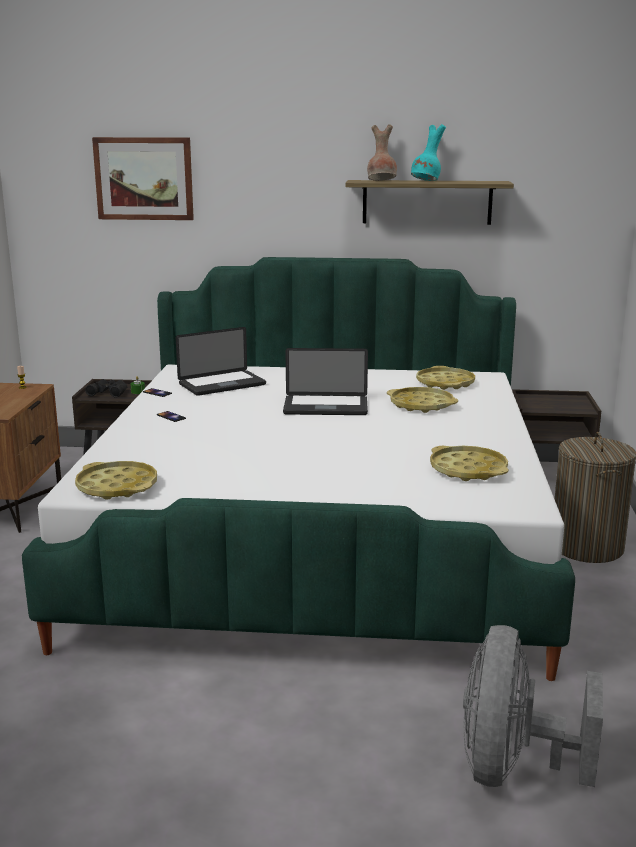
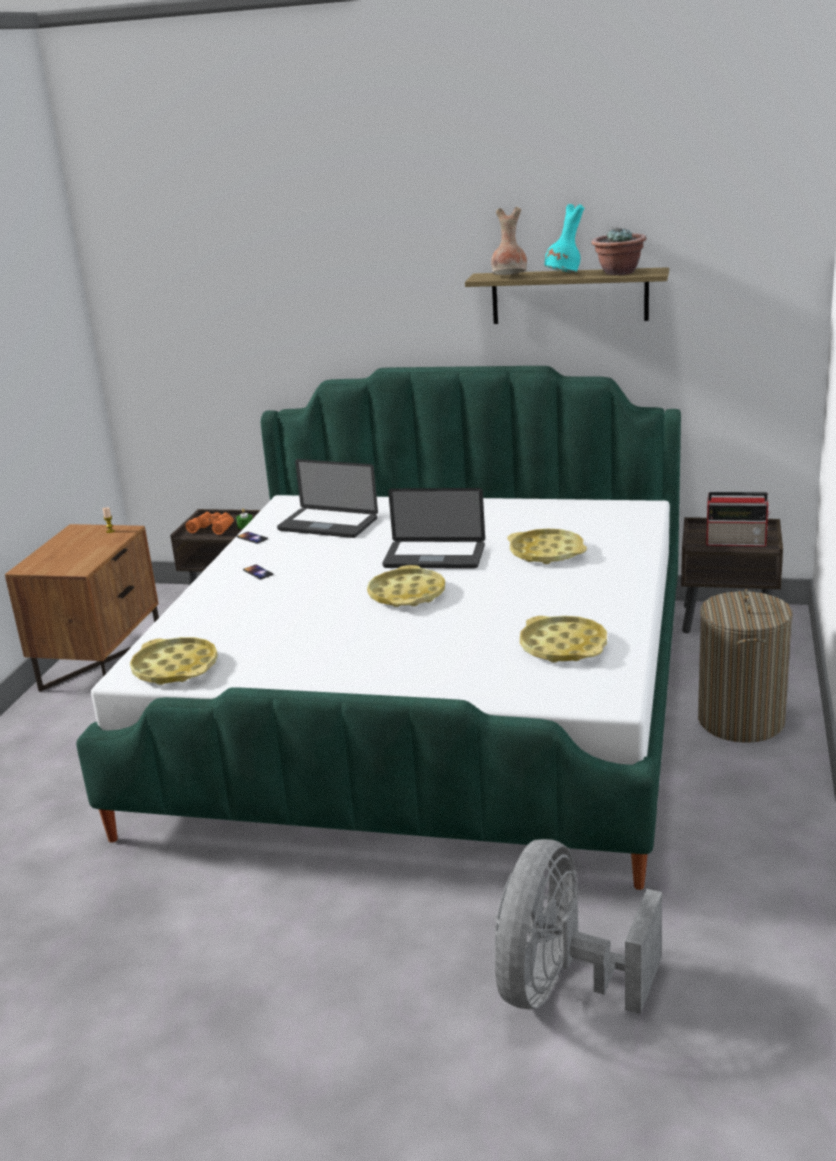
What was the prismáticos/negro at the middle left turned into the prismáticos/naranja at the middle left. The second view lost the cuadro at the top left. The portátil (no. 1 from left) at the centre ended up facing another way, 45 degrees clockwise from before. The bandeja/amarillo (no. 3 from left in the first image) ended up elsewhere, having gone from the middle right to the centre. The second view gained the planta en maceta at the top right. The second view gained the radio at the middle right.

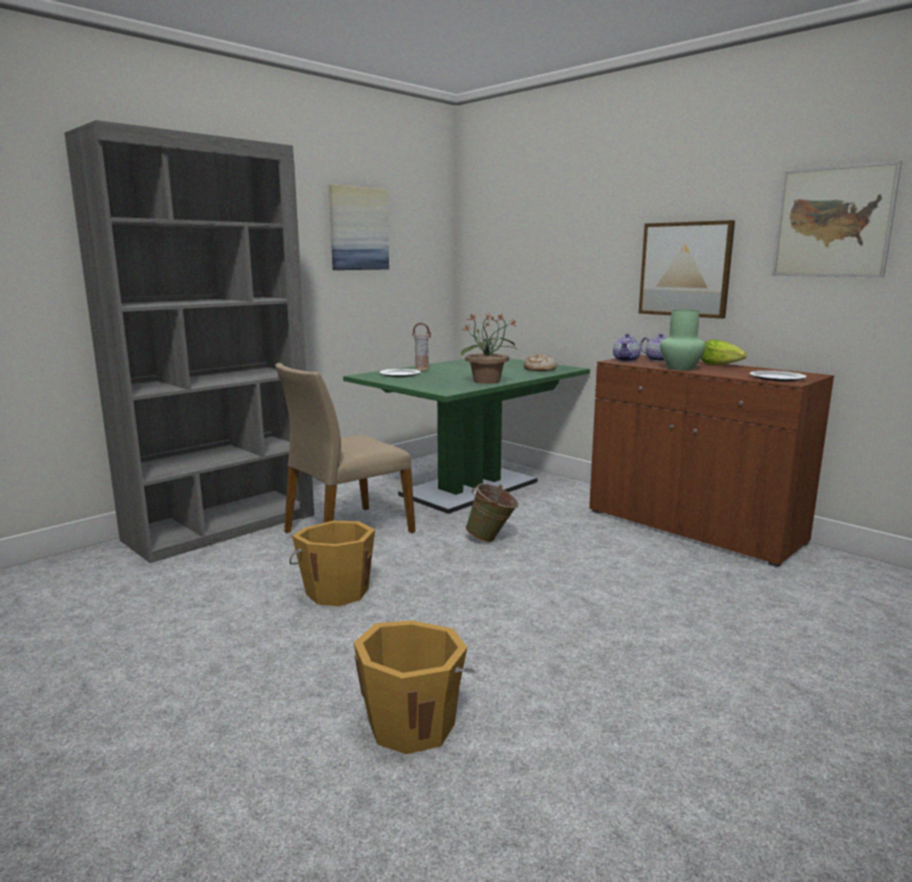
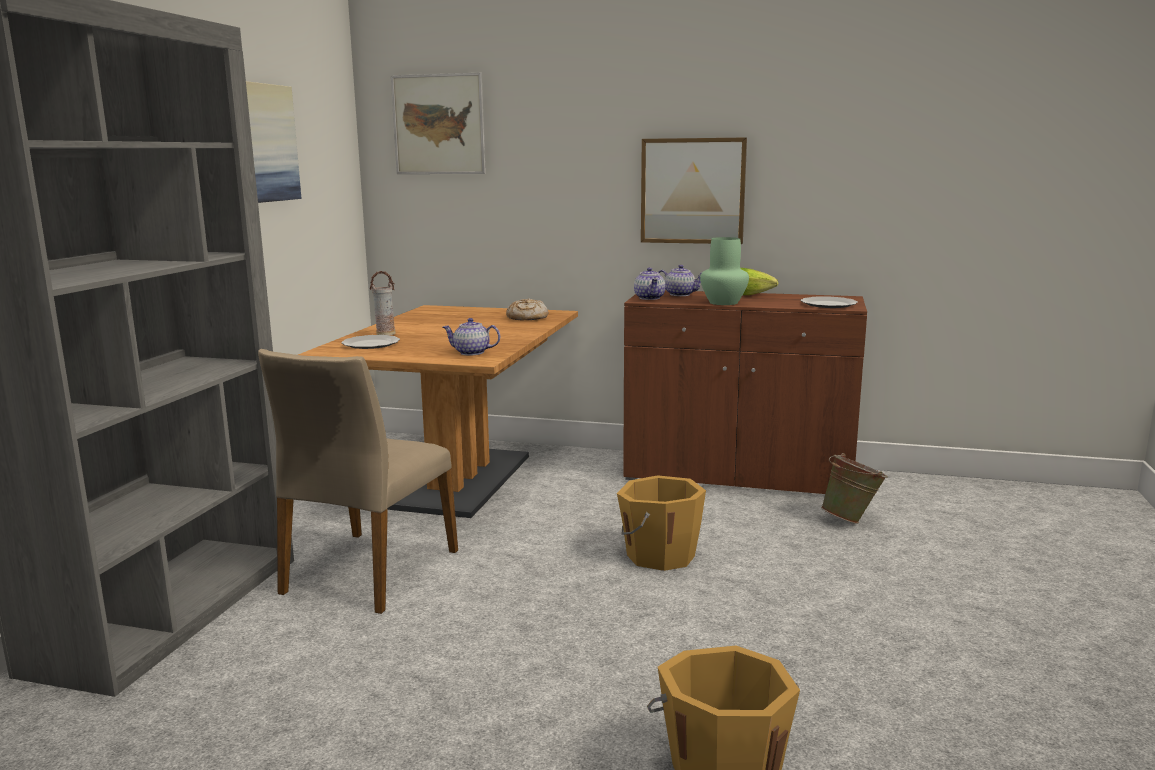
The cubo/naranja (no. 1 from left) ended up elsewhere, having gone from the centre to the bottom centre. What was the mesa de comedor/verde at the centre turned into the mesa de comedor/marrón at the centre. The second view lost the planta en maceta at the centre. The cubo/verde ended up elsewhere, having gone from the centre to the middle right. The cuadro (no. 3 from left in the first image) ended up elsewhere, having gone from the top right to the top centre. The second view gained the tetera (no. 1 from left) at the centre.

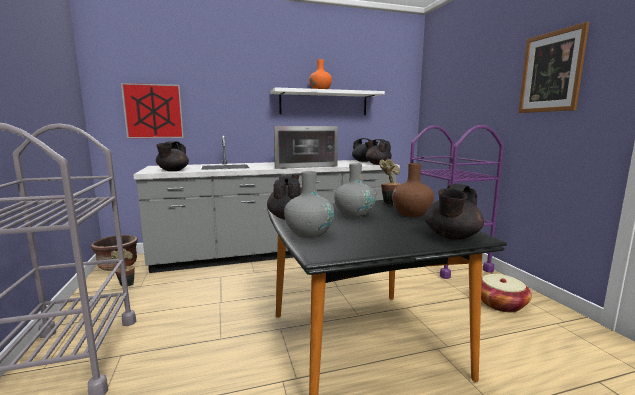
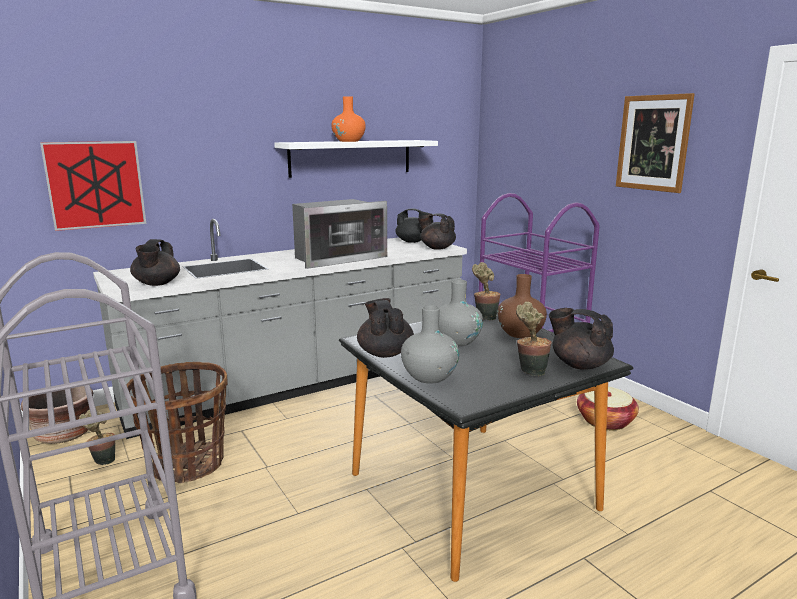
The tetera/negro (no. 5 from left) at the middle right ended up facing another way, 105 degrees clockwise from before. The second view gained the cesta (no. 1 from left) at the bottom left. The second view gained the planta en maceta (no. 3 from left) at the middle right.

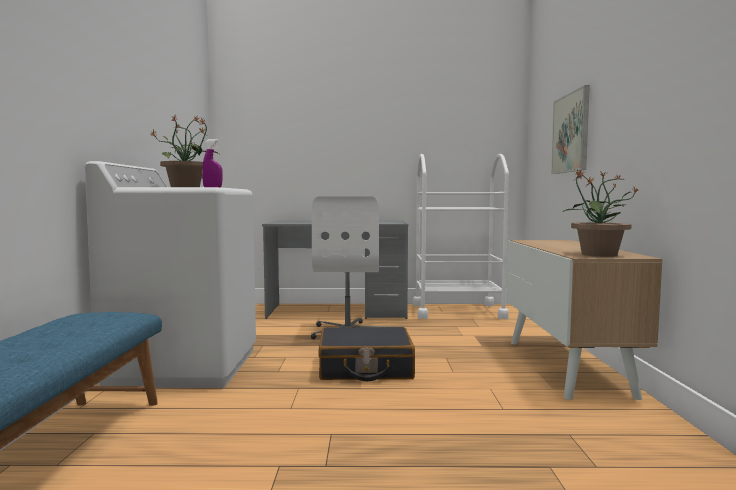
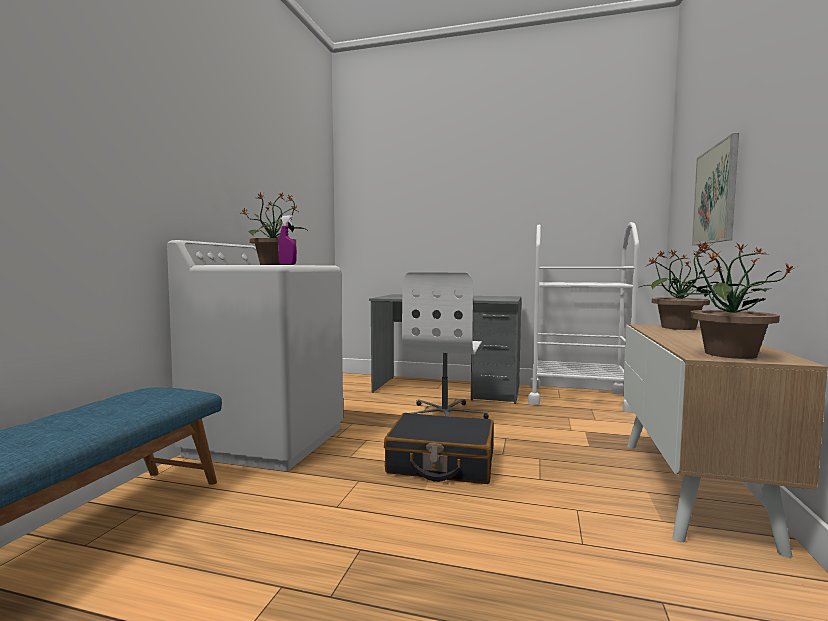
The second view gained the planta en maceta (no. 2 from left) at the middle right.

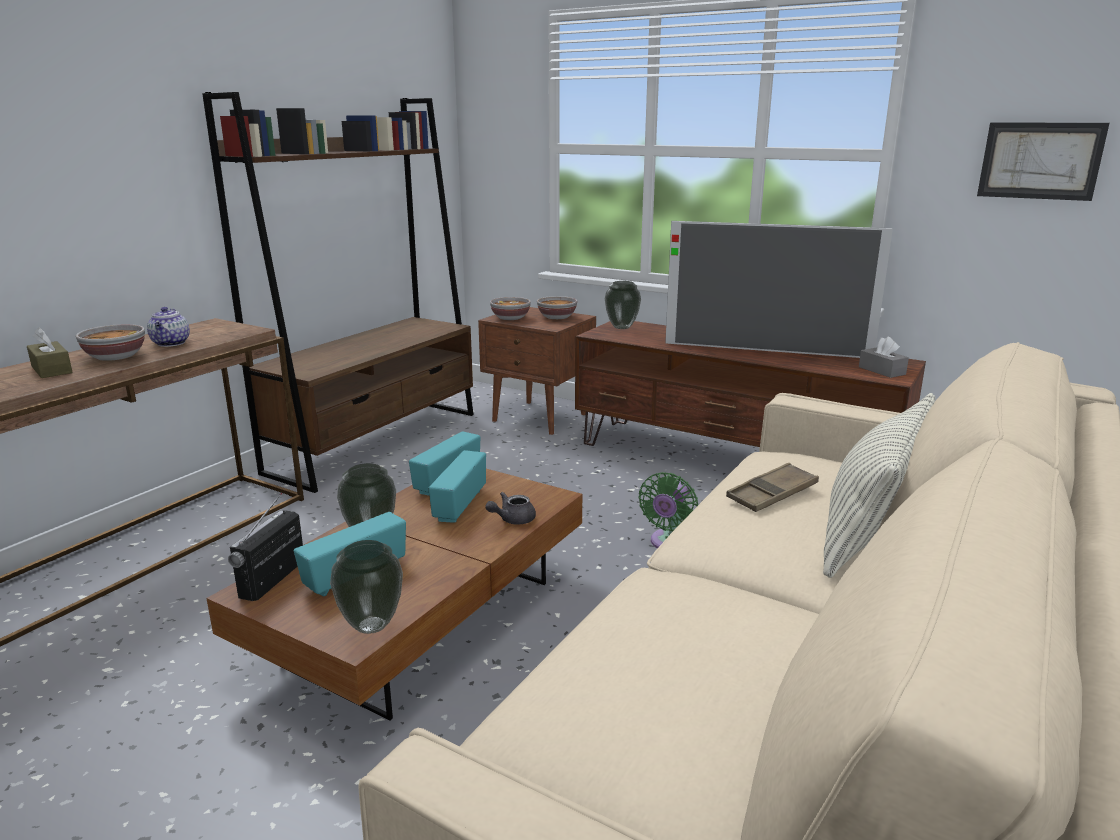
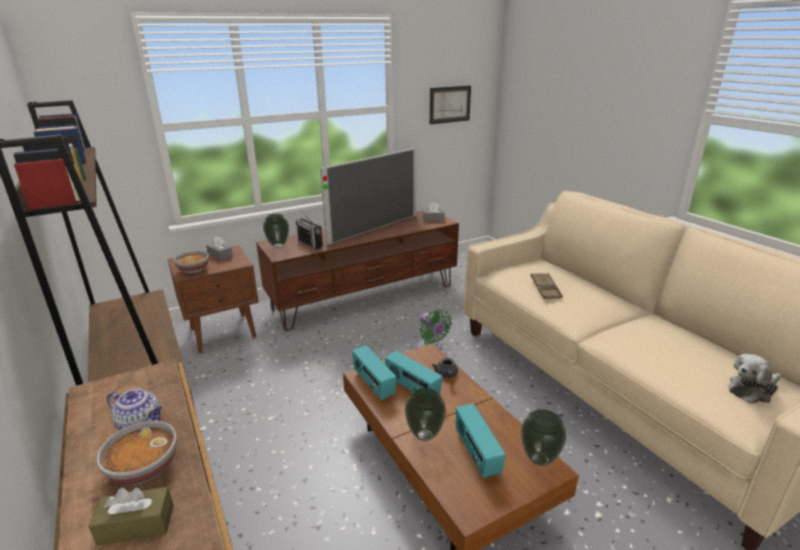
The radio (no. 1 from left) ended up elsewhere, having gone from the middle left to the centre. Where the cuenco (no. 3 from left) stood at the centre, the caja de pañuelos/gris (no. 1 from left) came to stand at the middle left. The second view lost the cojín at the middle right. The second view gained the peluche at the bottom right.

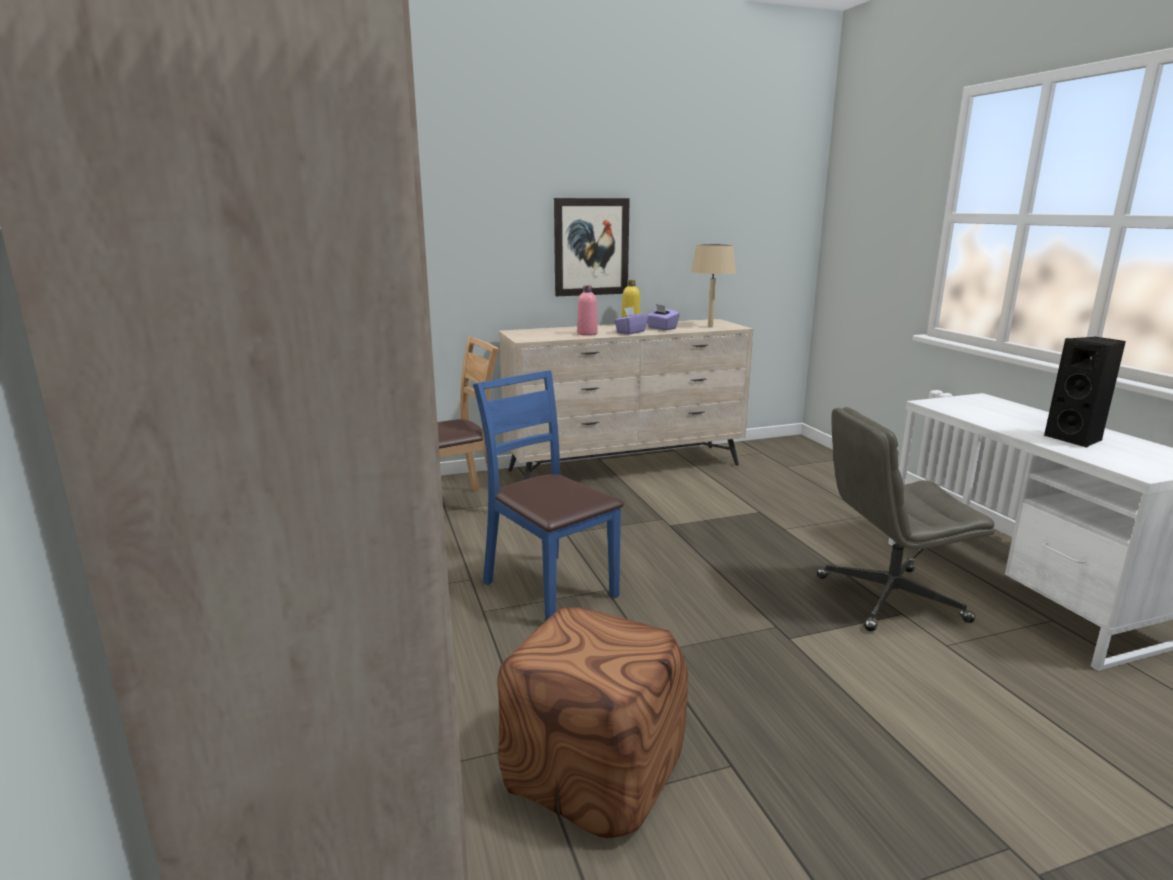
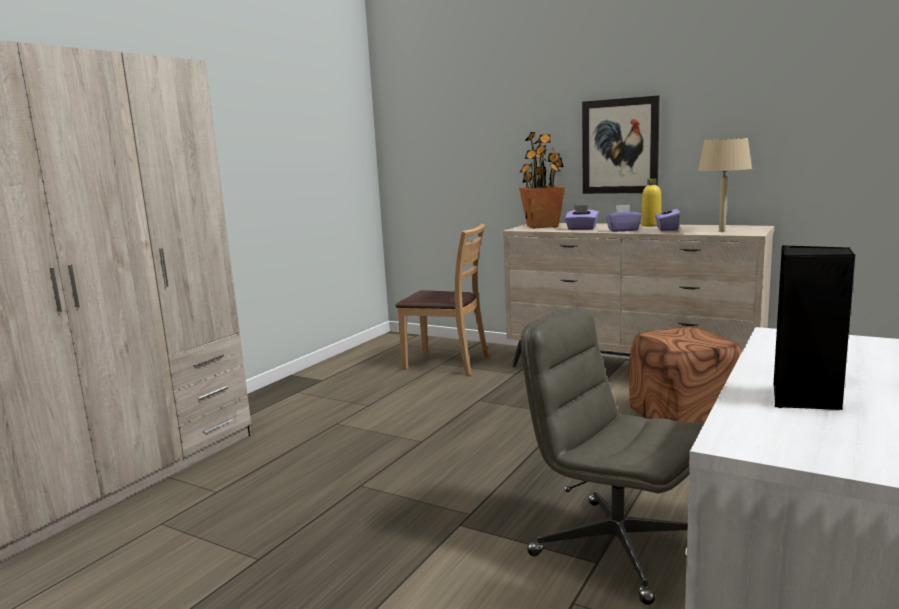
The second view lost the silla/azul at the centre. The puf/marrón ended up elsewhere, having gone from the bottom centre to the middle right. Where the botella/rosa stood at the centre, the caja de pañuelos/morado (no. 1 from left) came to stand at the centre. The second view gained the planta en maceta at the top centre.

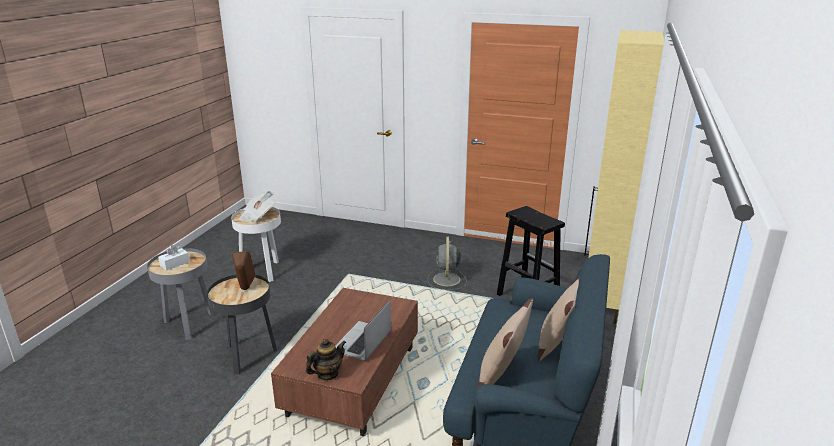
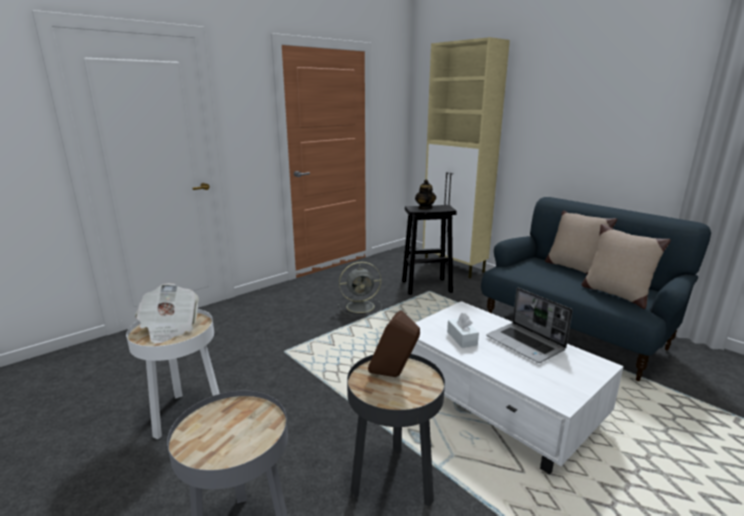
The caja de pañuelos/blanco ended up elsewhere, having gone from the middle left to the centre. What was the mesa de centro/marrón at the bottom centre turned into the mesa de centro/blanco at the bottom right. The tetera ended up elsewhere, having gone from the bottom centre to the centre. The ventilador/gris at the centre ended up facing another way, 45 degrees counterclockwise from before.

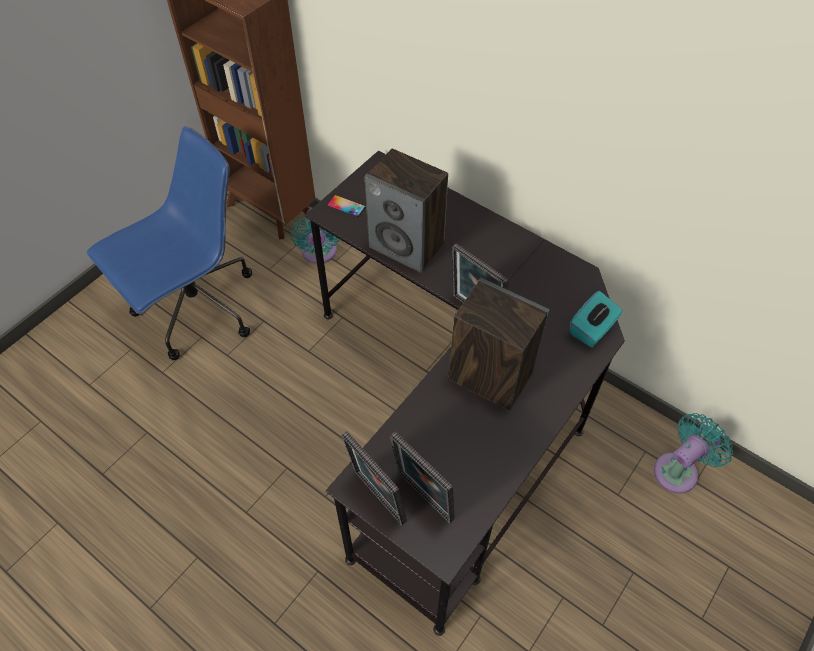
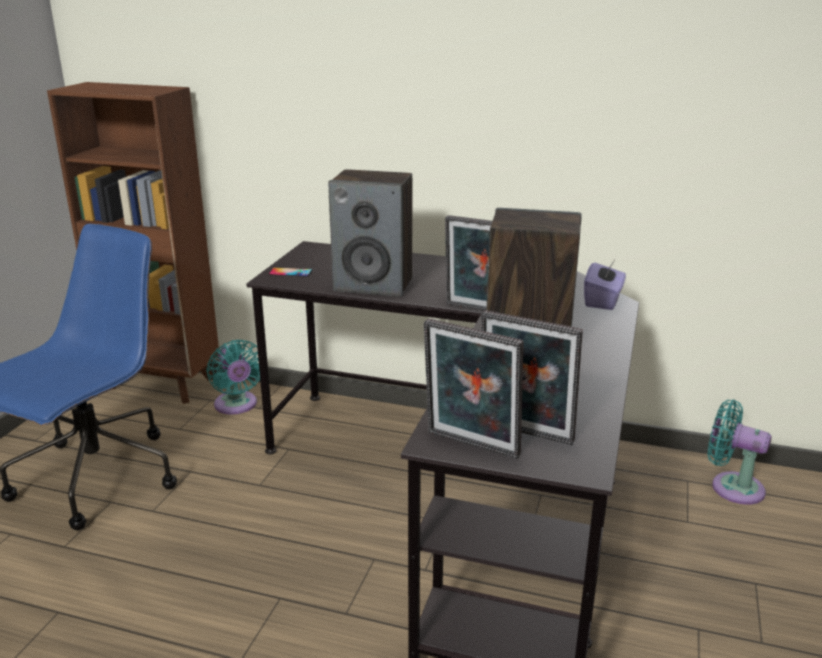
What was the caja de pañuelos/turquesa at the middle right turned into the caja de pañuelos/morado at the middle right. The ventilador/turquesa (no. 2 from left) at the bottom right ended up facing another way, 90 degrees counterclockwise from before.

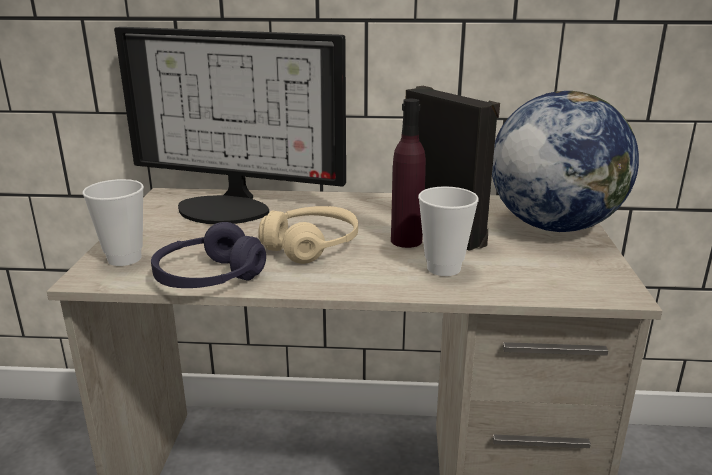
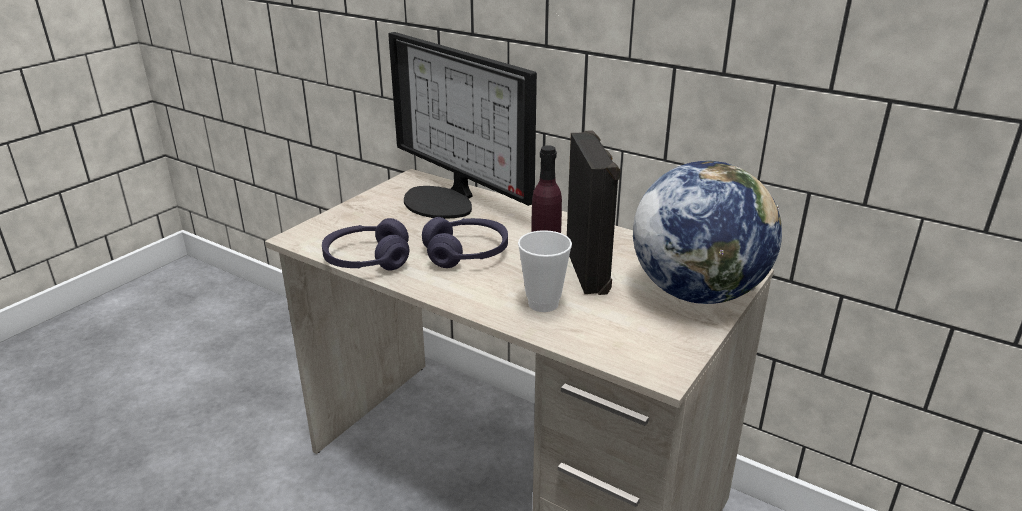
The second view lost the taza (no. 1 from left) at the middle left. What was the auriculares/beis at the centre turned into the auriculares/morado (no. 2 from left) at the centre.

